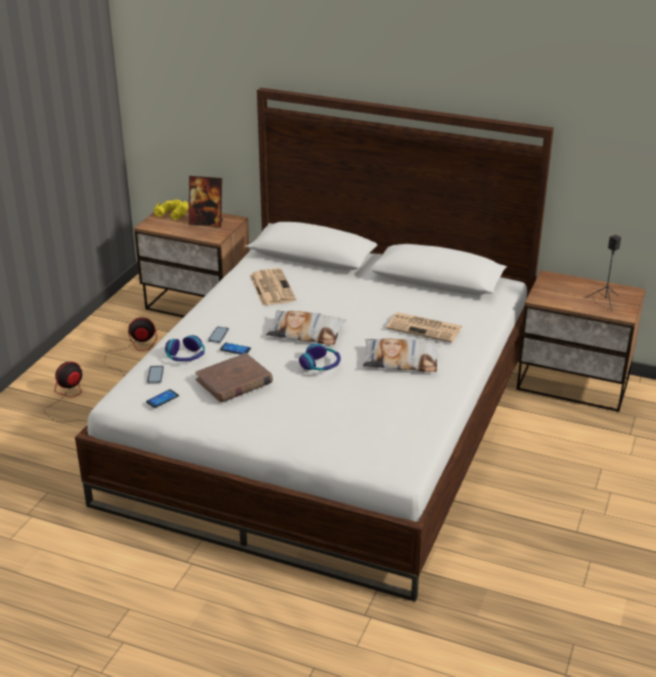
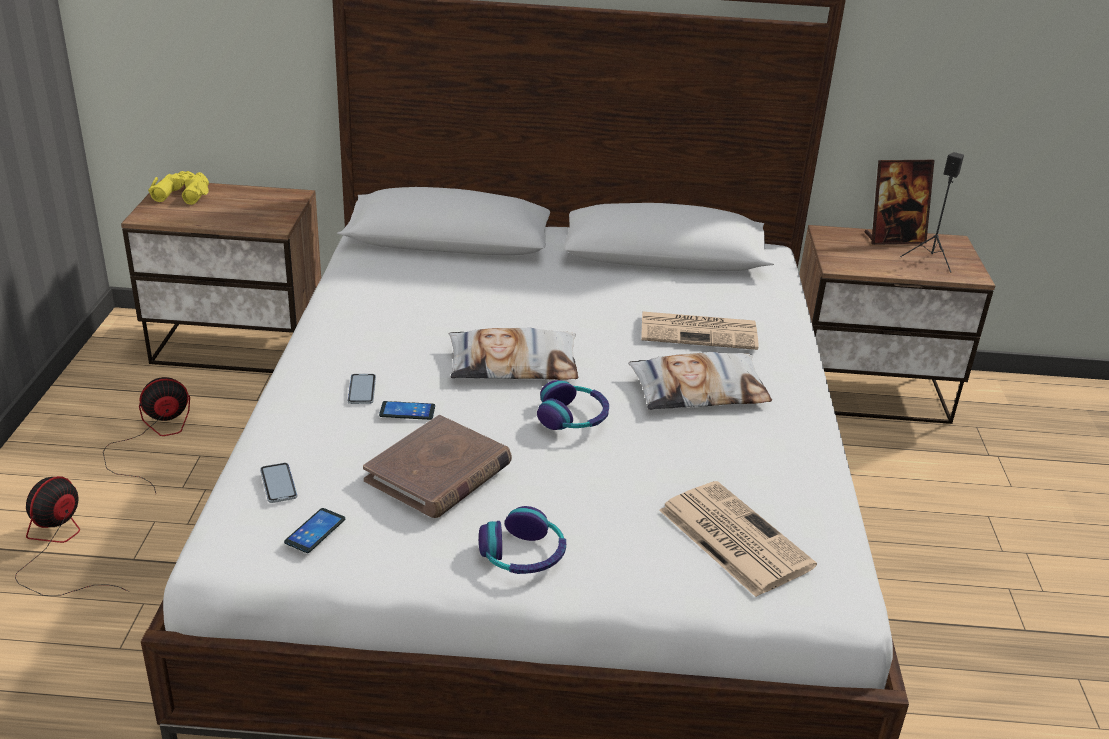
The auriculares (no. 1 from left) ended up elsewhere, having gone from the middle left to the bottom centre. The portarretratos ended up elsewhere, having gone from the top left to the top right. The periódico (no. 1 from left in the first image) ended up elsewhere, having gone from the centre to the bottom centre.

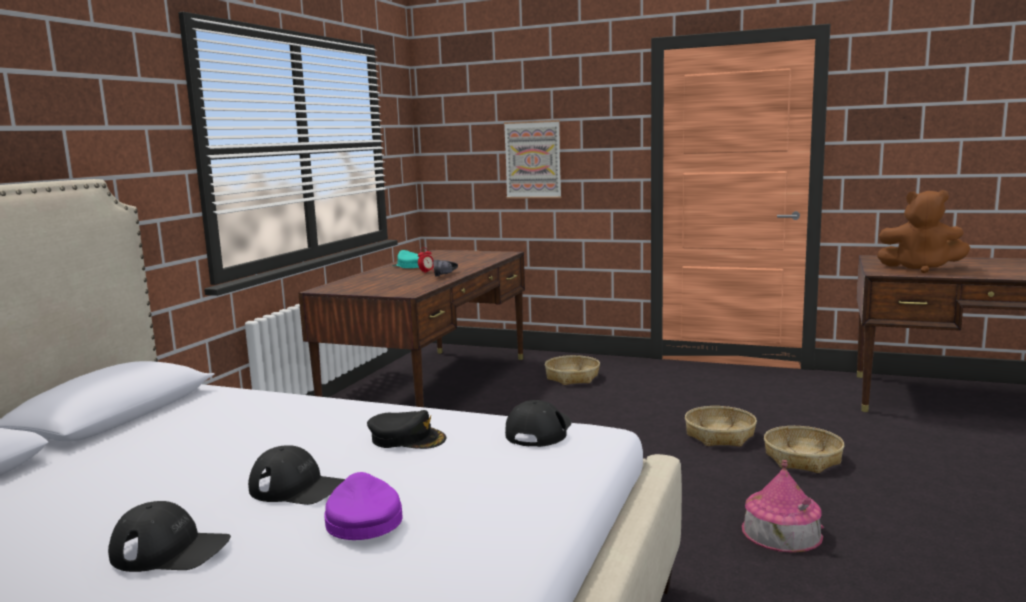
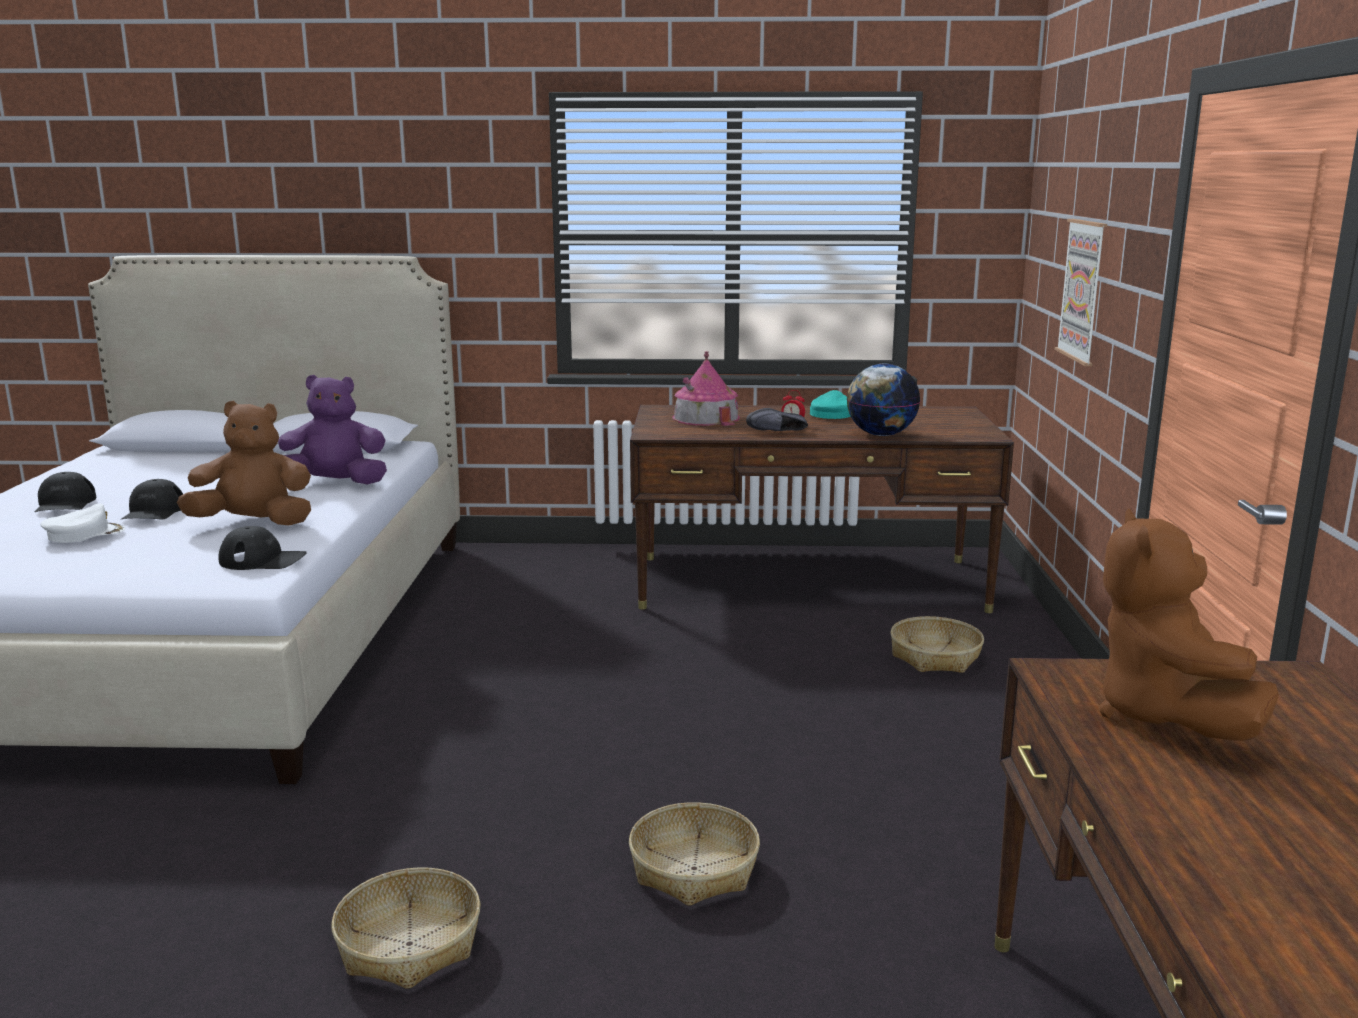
What was the gorra/morado at the bottom centre turned into the gorra/blanco at the middle left. Where the gorra/negro (no. 3 from left) stood at the bottom centre, the peluche/marrón (no. 1 from left) came to stand at the middle left. The cesta (no. 2 from left in the first image) ended up elsewhere, having gone from the bottom right to the bottom left. The casita ended up elsewhere, having gone from the bottom right to the centre. The second view gained the peluche/morado at the middle left. The second view gained the globo terráqueo at the centre.

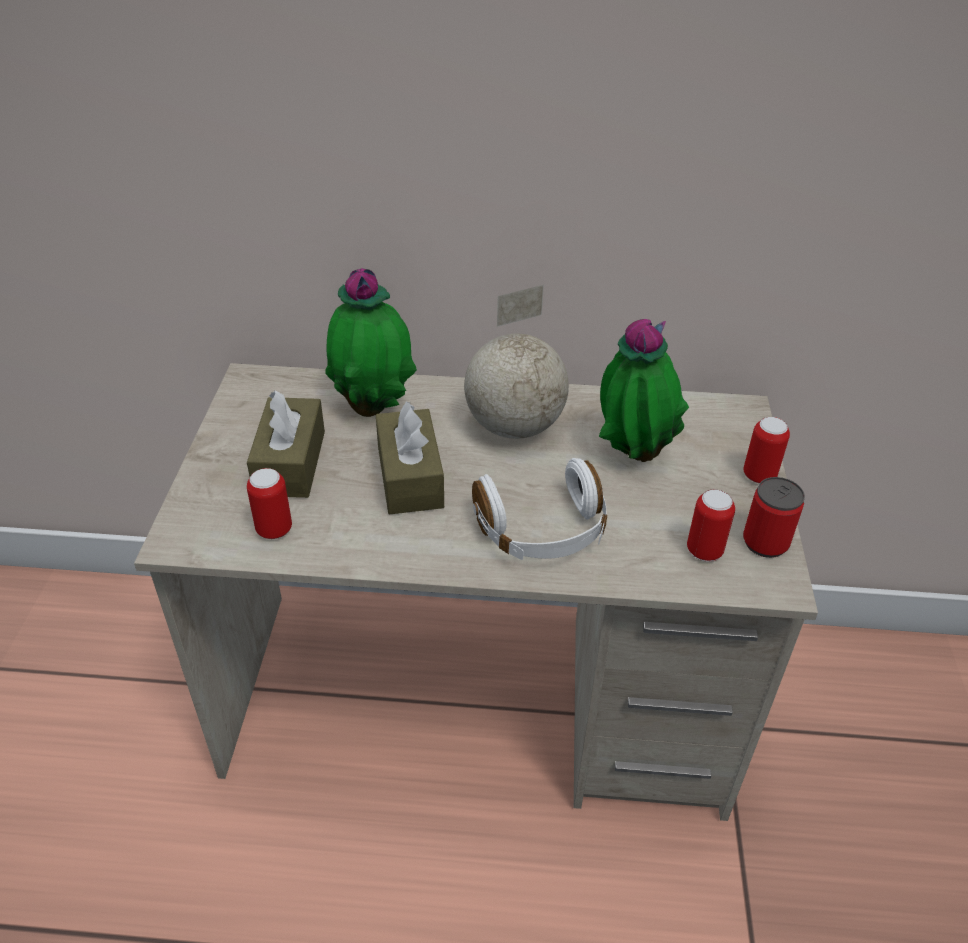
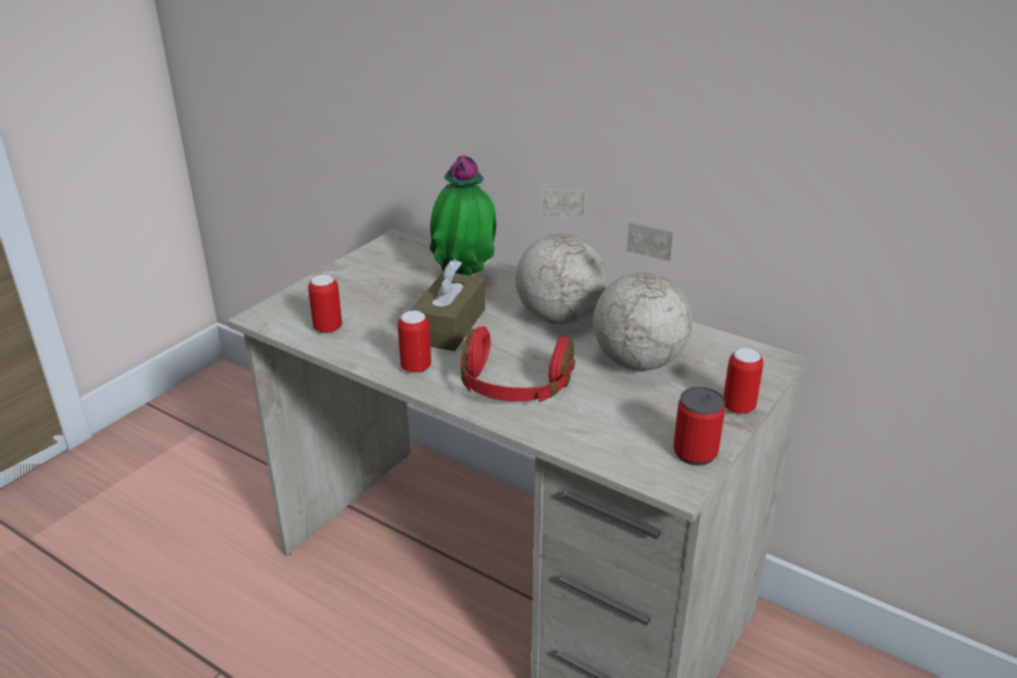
The second view lost the caja de pañuelos/marrón (no. 1 from left) at the middle left. What was the auriculares/blanco at the centre turned into the auriculares/rojo at the centre. Where the planta en maceta (no. 2 from left) stood at the centre, the globo terráqueo (no. 2 from left) came to stand at the centre. The lata (no. 2 from left) ended up elsewhere, having gone from the middle right to the centre.

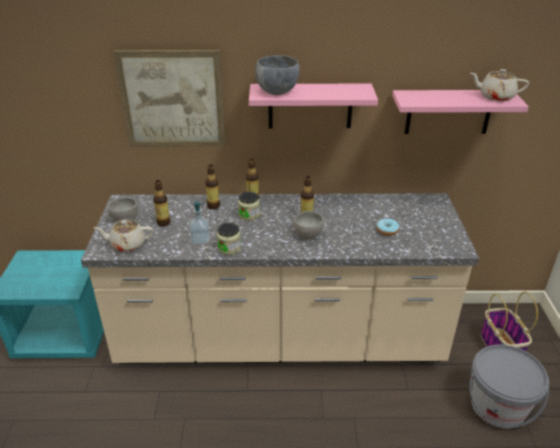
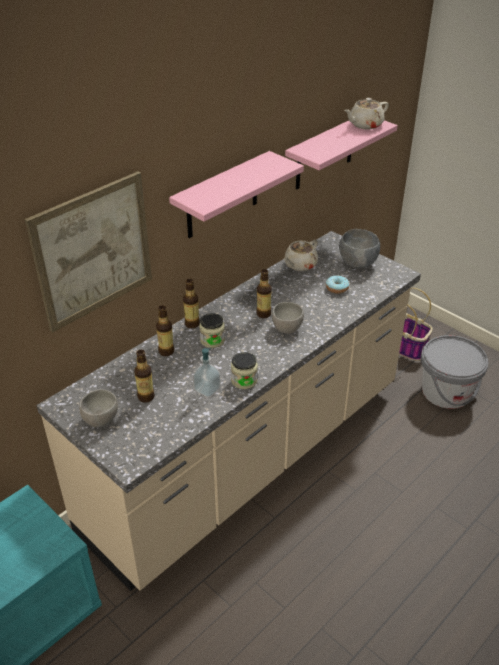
The tetera/beis (no. 1 from left) ended up elsewhere, having gone from the middle left to the centre. The cuenco/gris (no. 2 from left in the first image) ended up elsewhere, having gone from the top centre to the middle right.

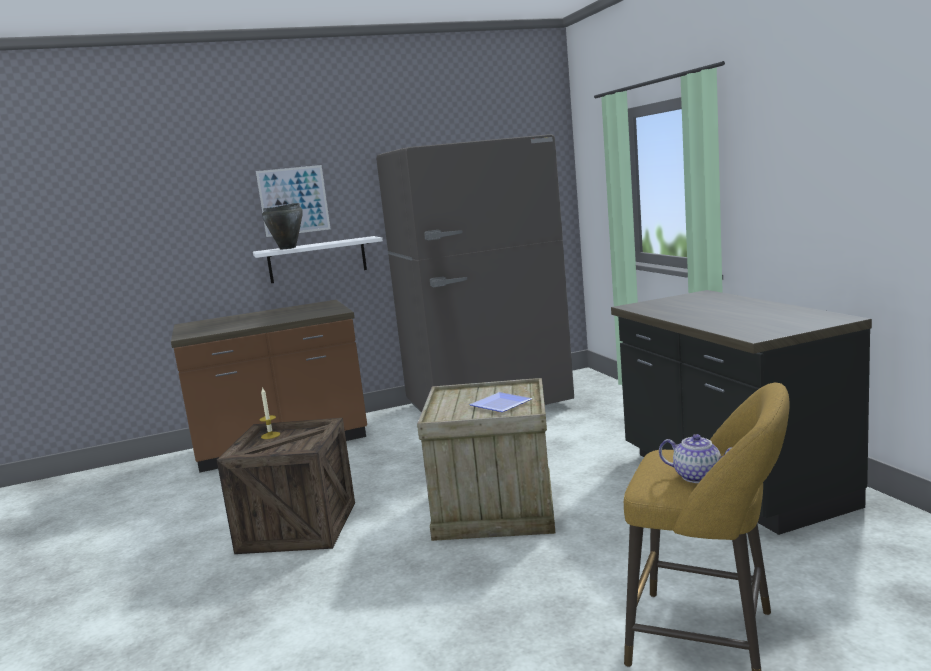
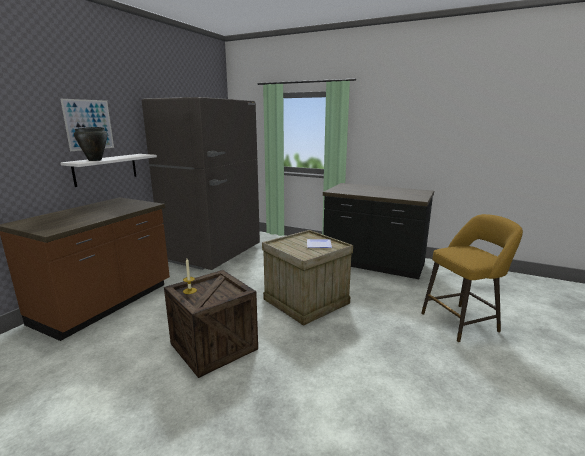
The second view lost the tetera at the bottom right.

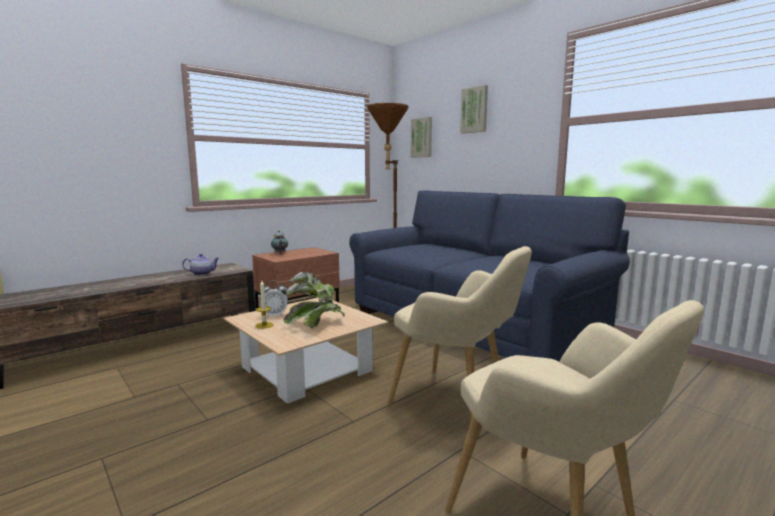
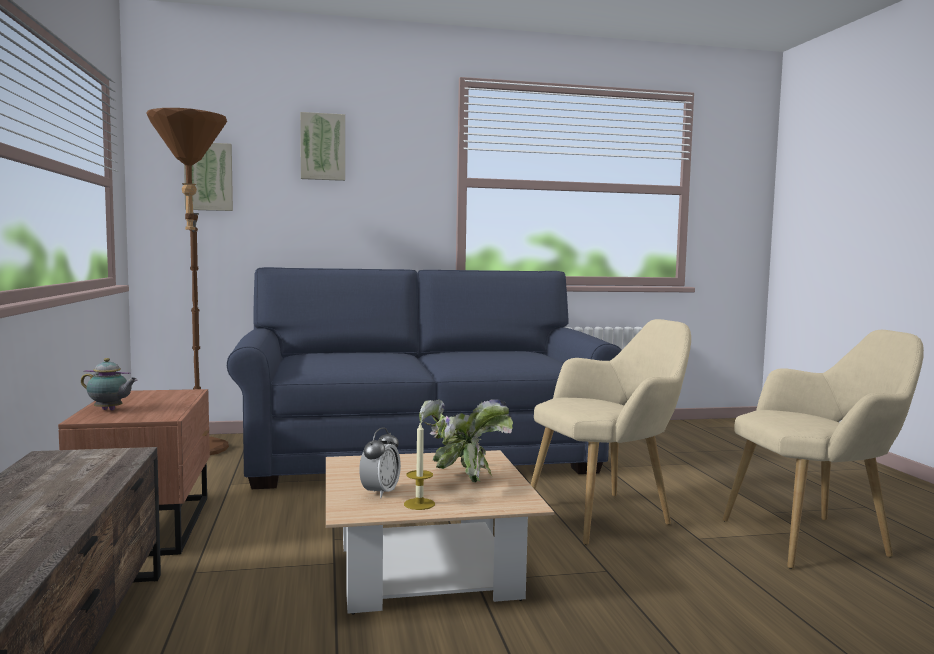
The second view lost the tetera (no. 1 from left) at the middle left.

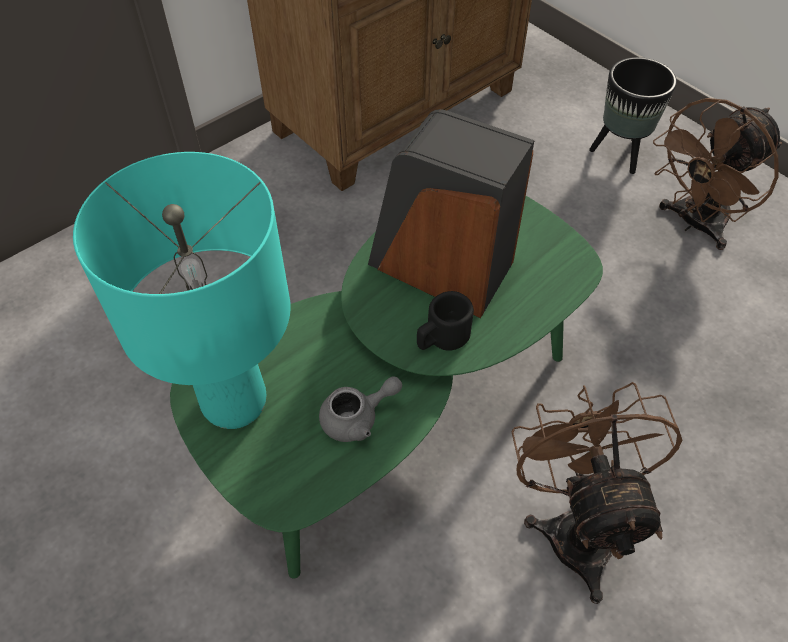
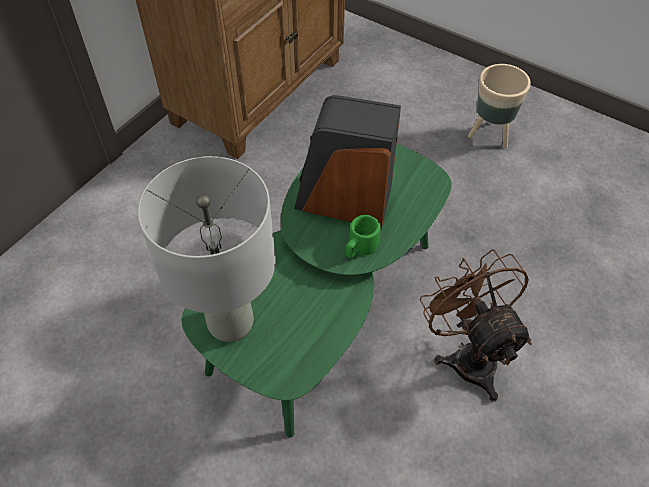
What was the lámpara de mesa/turquesa at the middle left turned into the lámpara de mesa/gris at the middle left. The second view lost the tetera/gris at the centre. What was the taza grande/negro at the centre turned into the taza grande/verde at the centre. The second view lost the maceta/negro at the top right. Where the ventilador/marrón (no. 2 from left) stood at the top right, the maceta/beis came to stand at the top right.

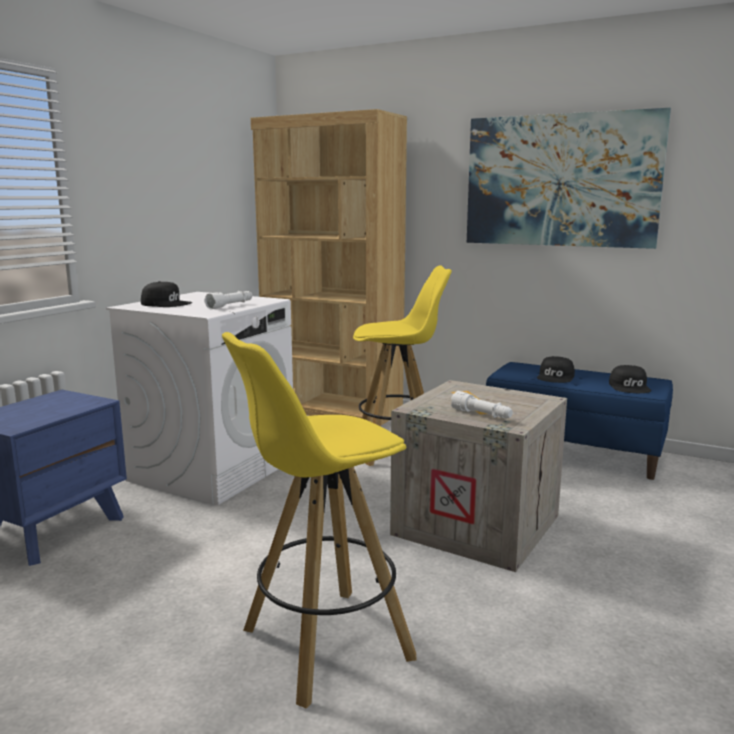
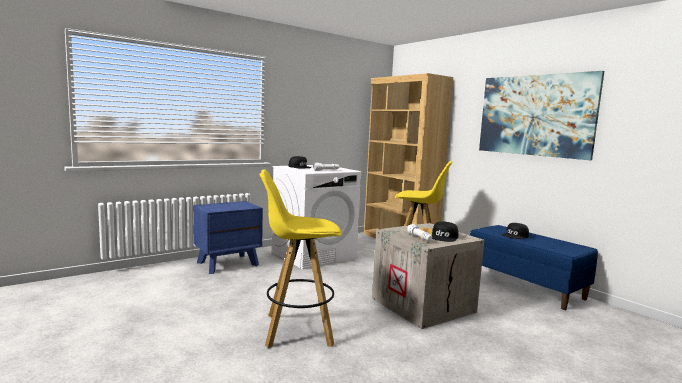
The gorra/negro (no. 3 from left in the first image) ended up elsewhere, having gone from the middle right to the centre.

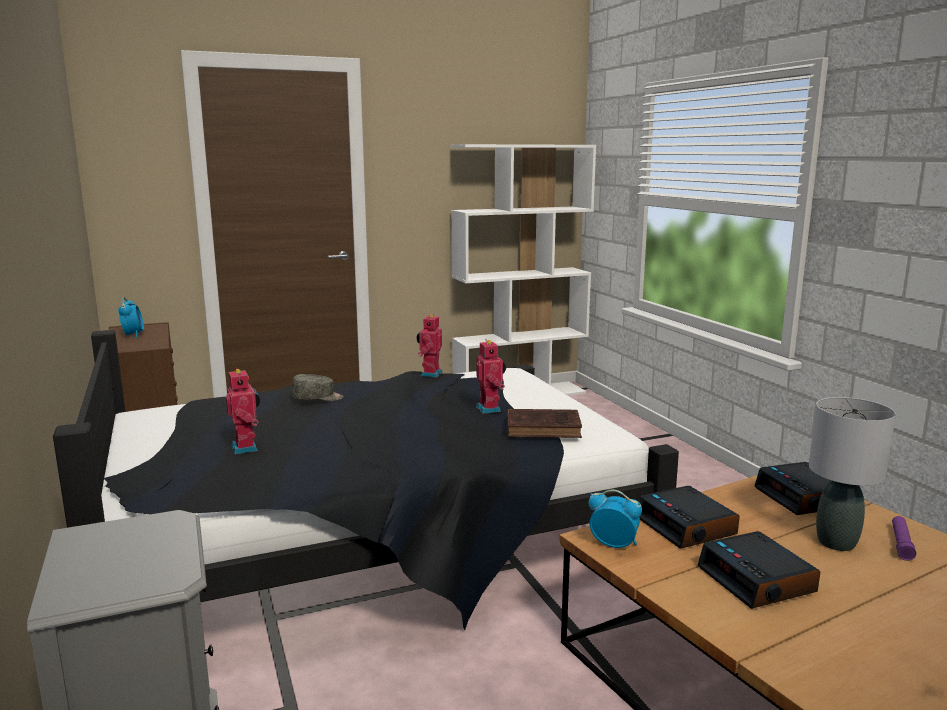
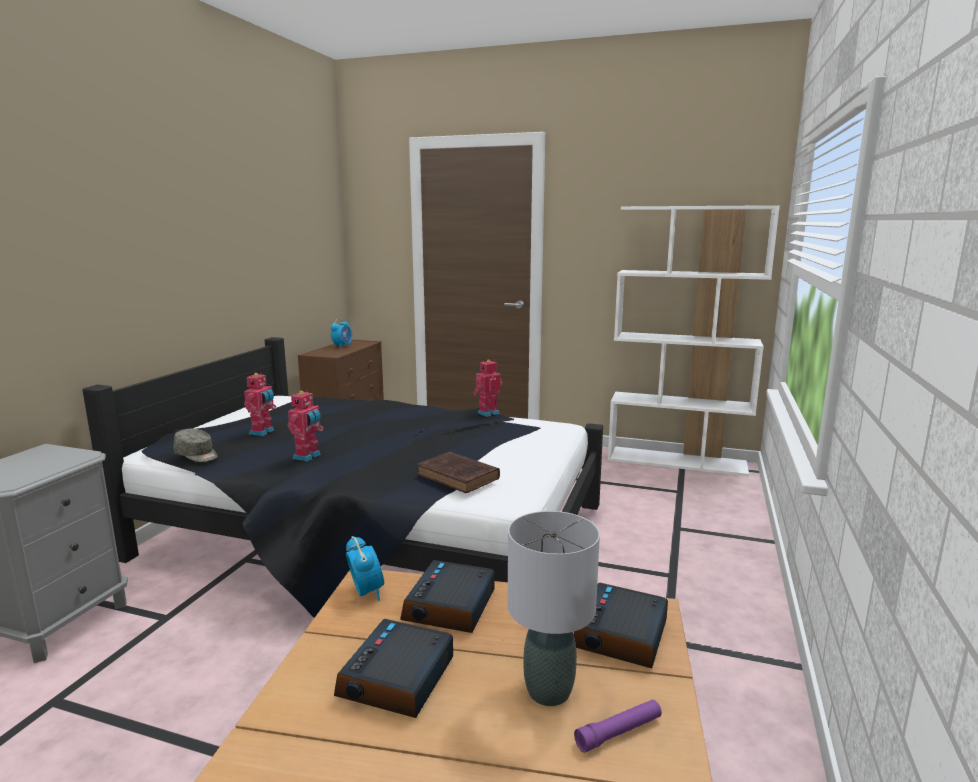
The gorra/gris ended up elsewhere, having gone from the centre to the middle left. The robot de juguete (no. 3 from left in the first image) ended up elsewhere, having gone from the centre to the middle left.

